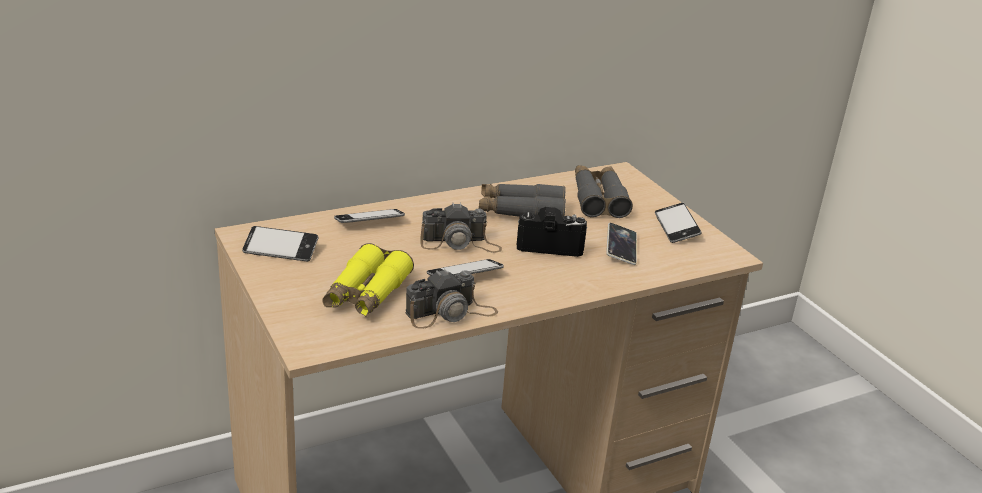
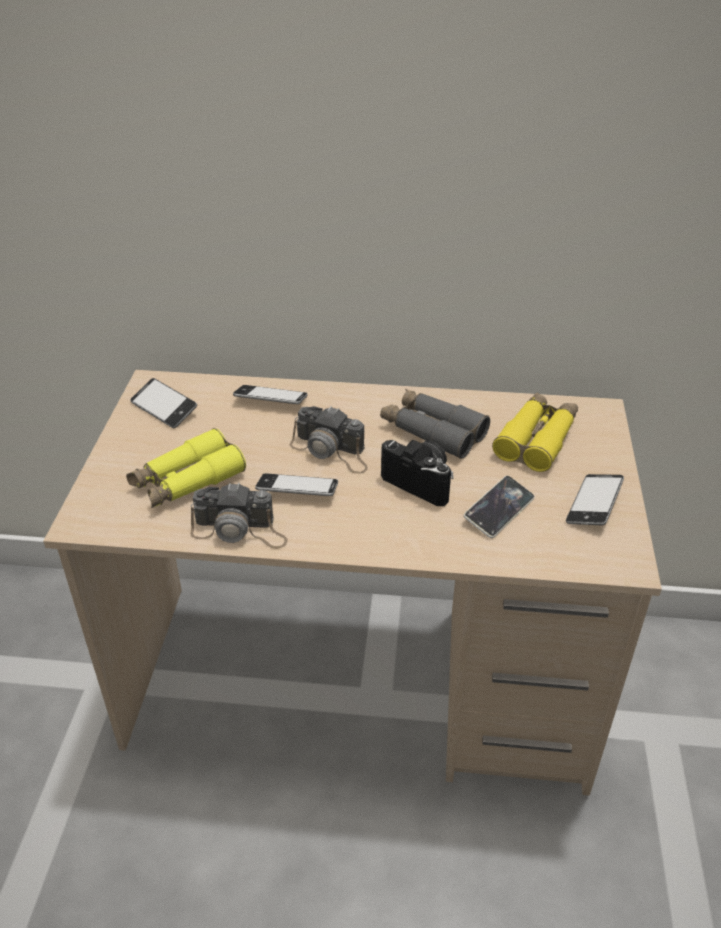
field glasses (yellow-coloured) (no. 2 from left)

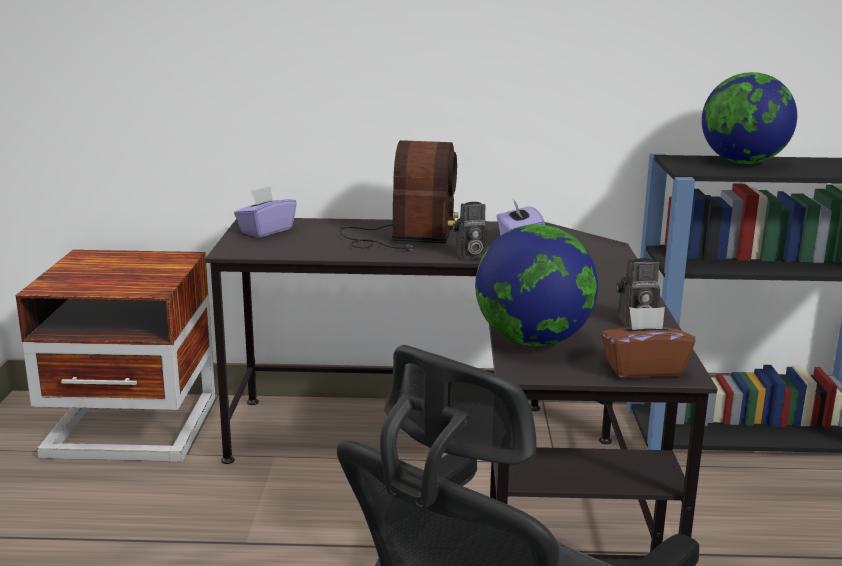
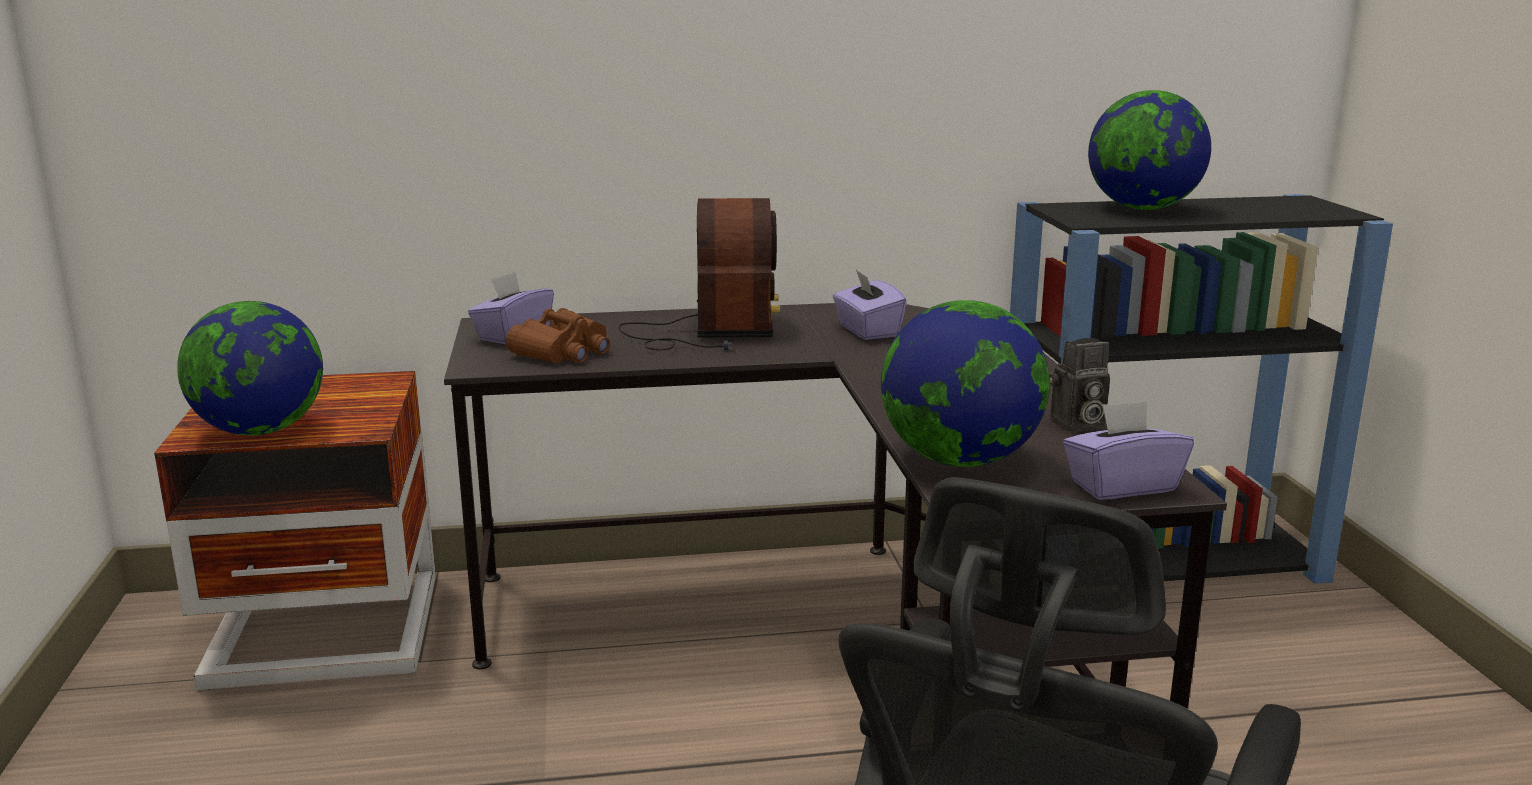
still camera (no. 1 from left in the first image)
globe (no. 1 from left)
field glasses (brown)
tissue holder (purple) (no. 3 from left)

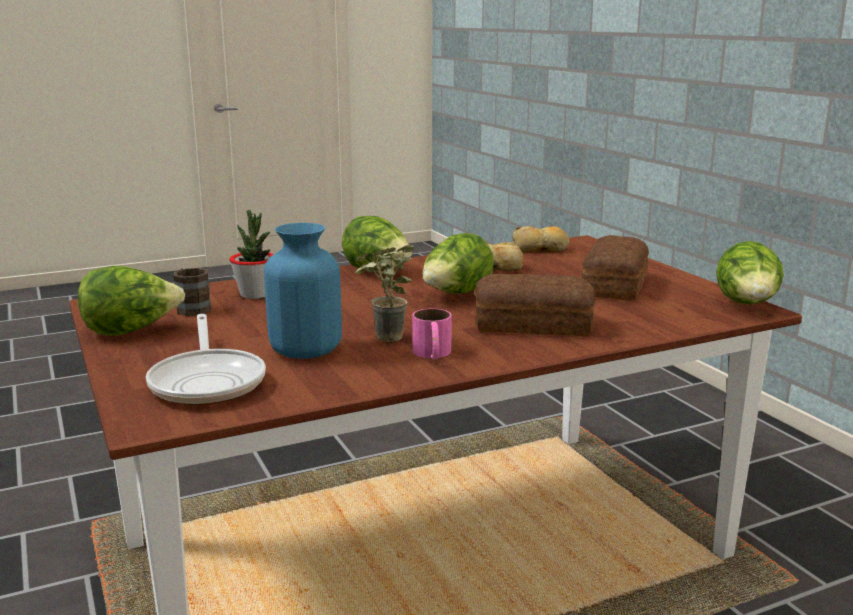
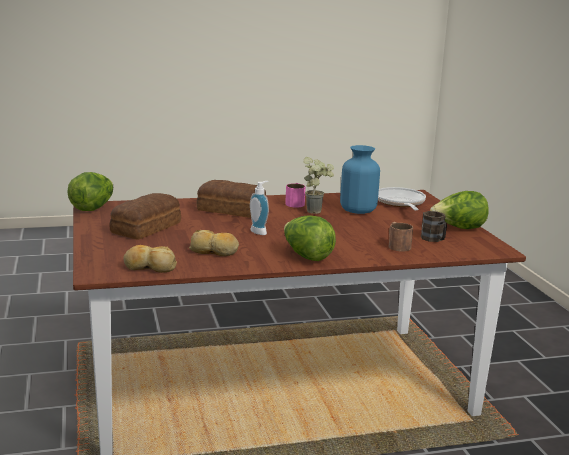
tea mug (brown) (no. 1 from left)
soap dispenser

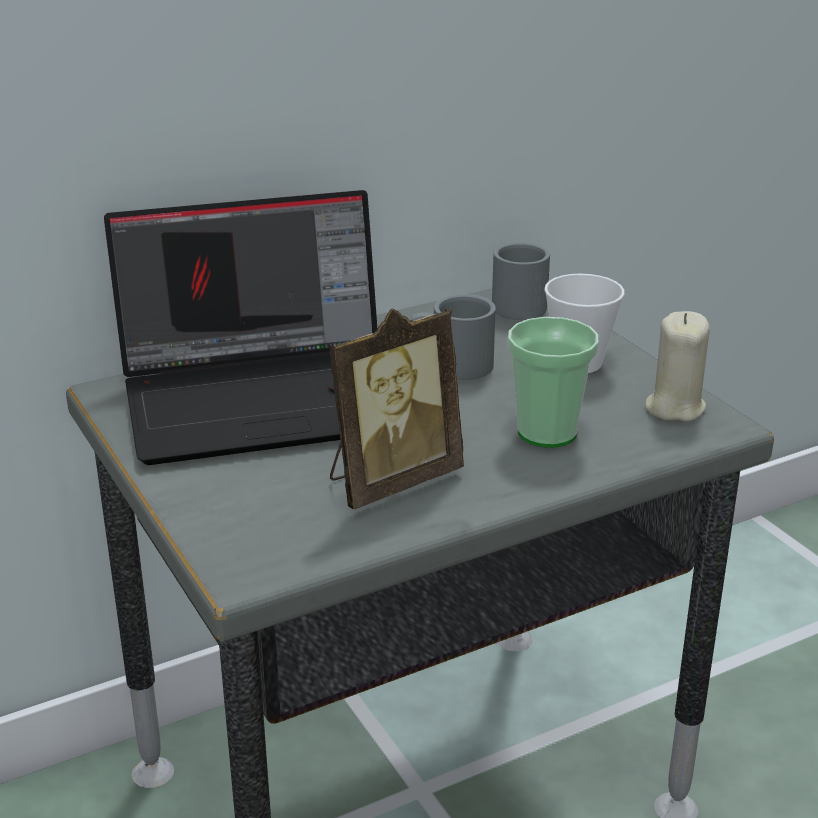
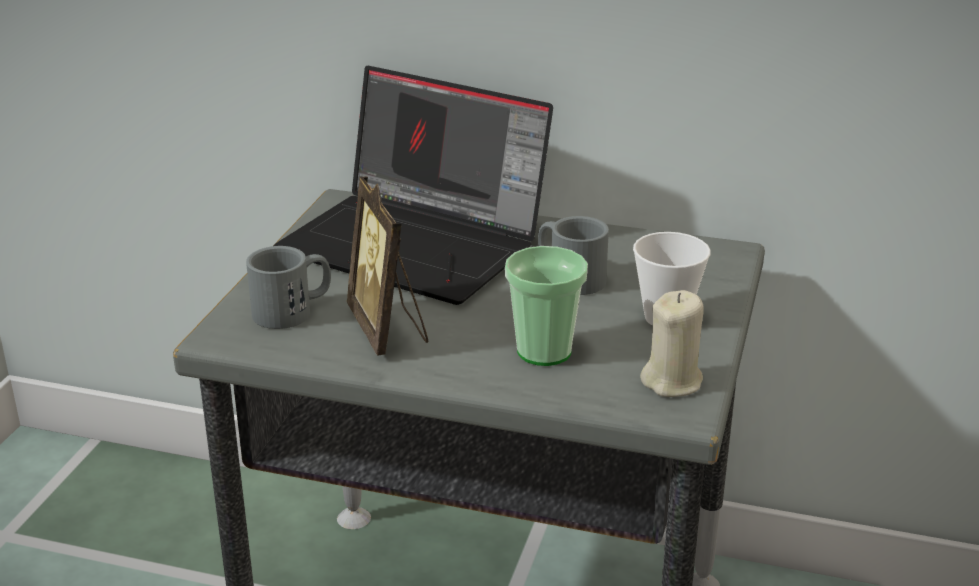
tea mug (greyish) (no. 1 from left)
standing frame

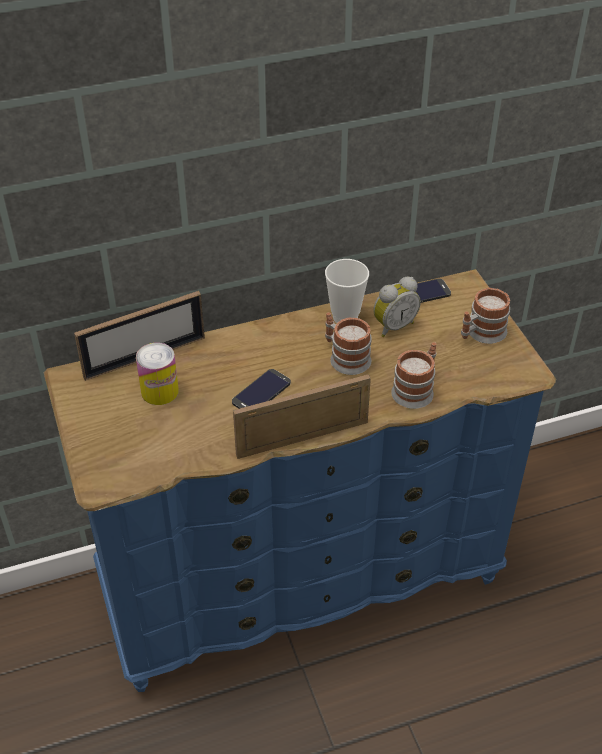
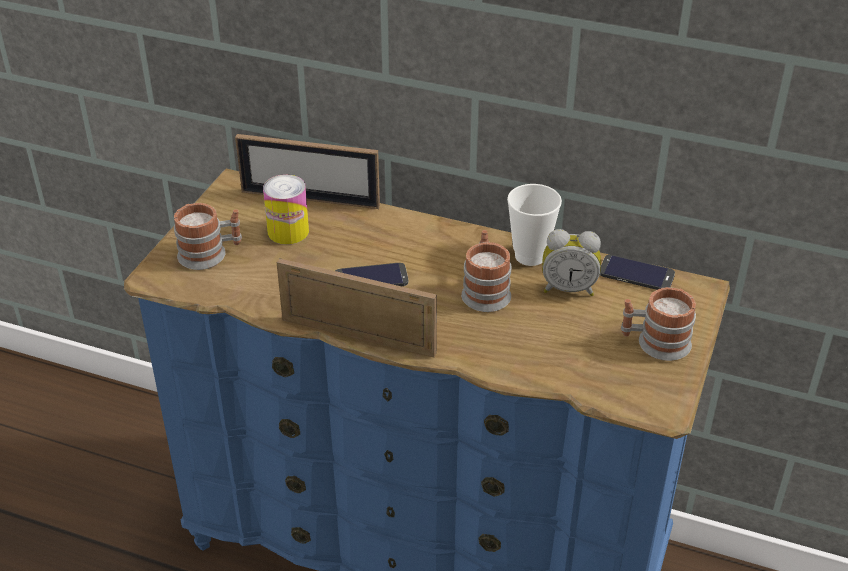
tea mug (no. 1 from left)

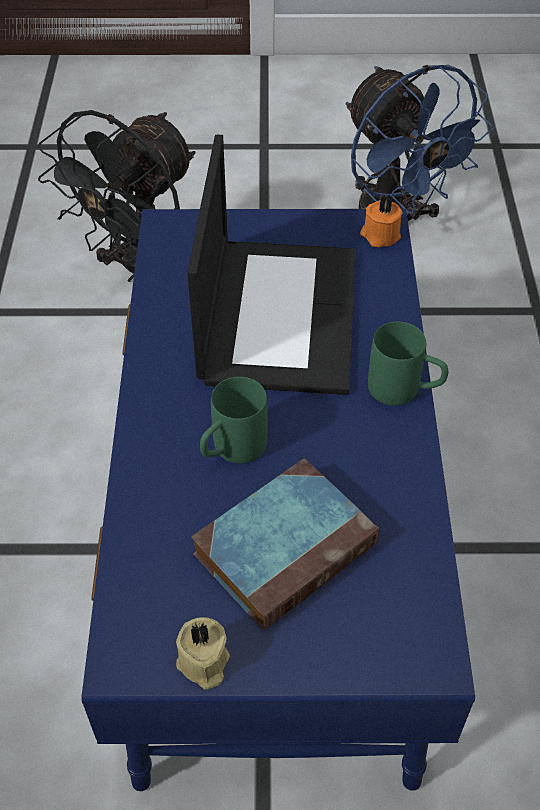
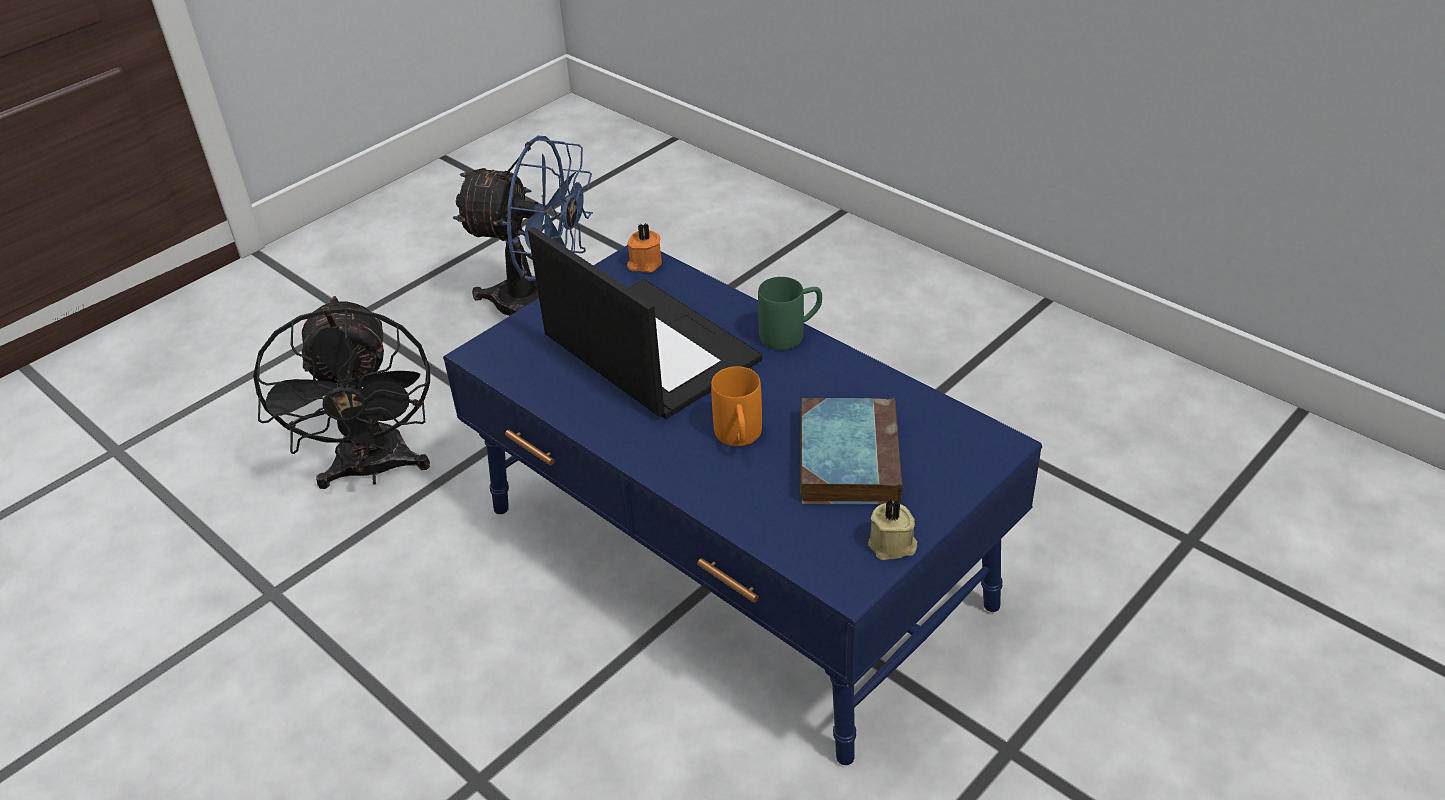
tea mug (orange)

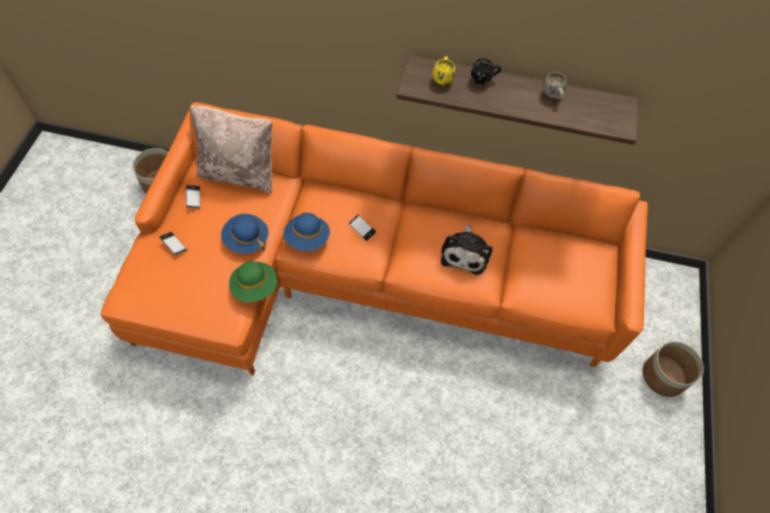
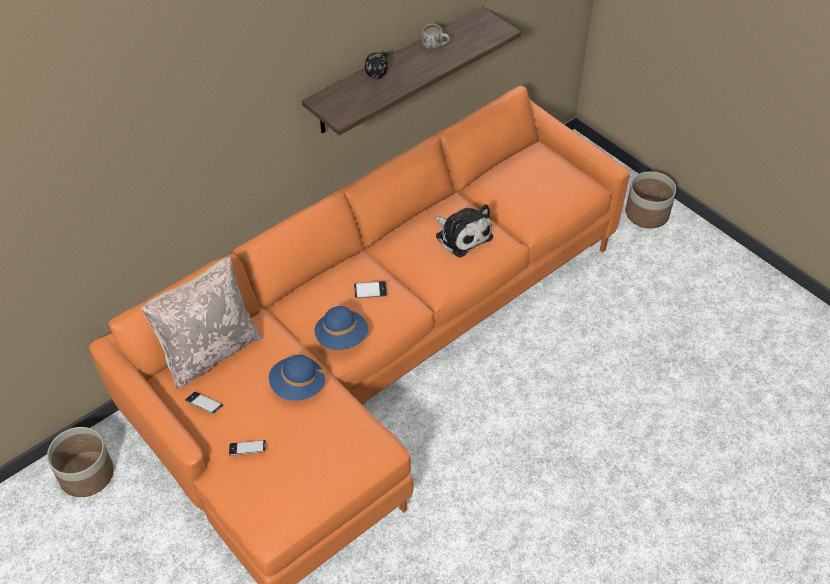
wearable hat (greenish)
tea mug (yellow-coloured)

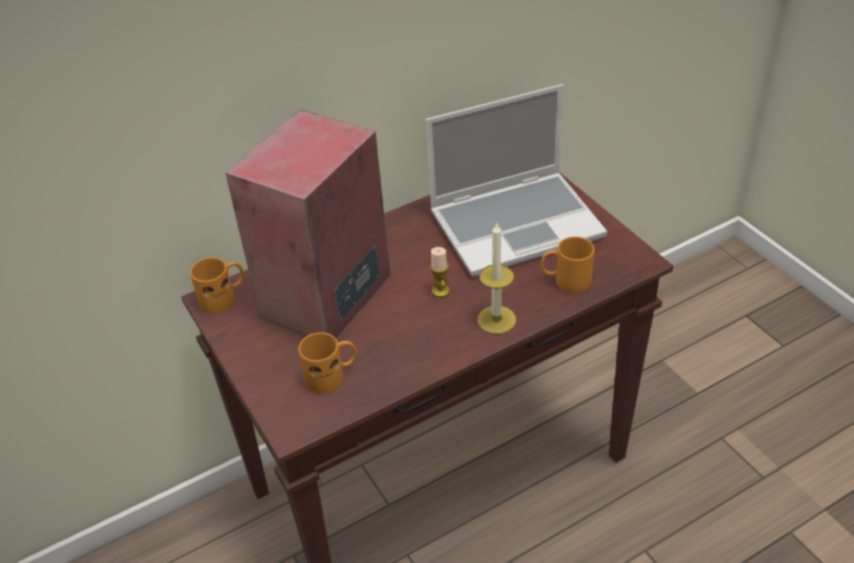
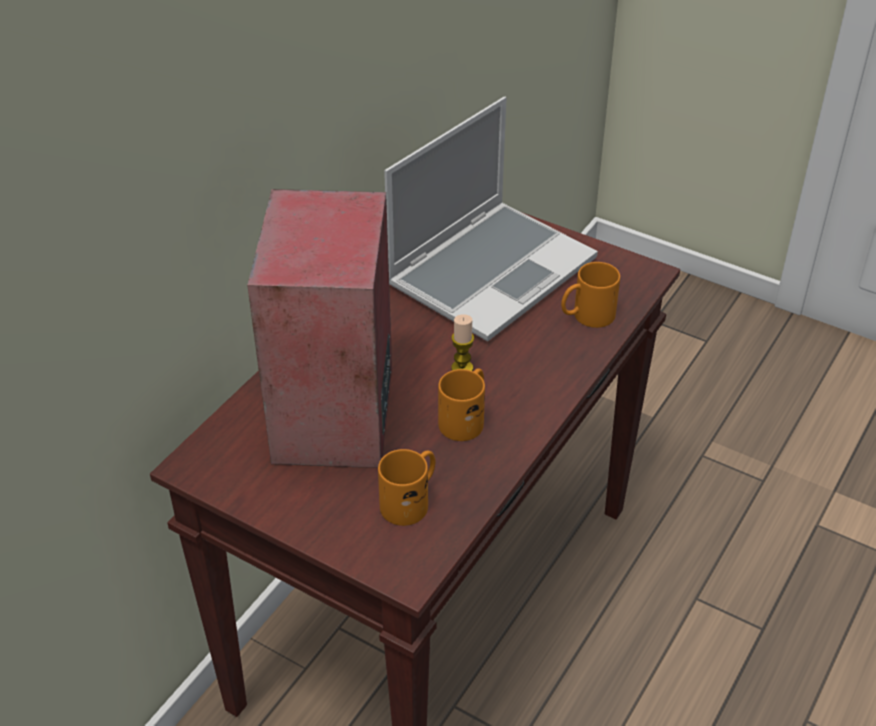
wax candle (no. 2 from left in the first image)
tea mug (orange) (no. 2 from left)

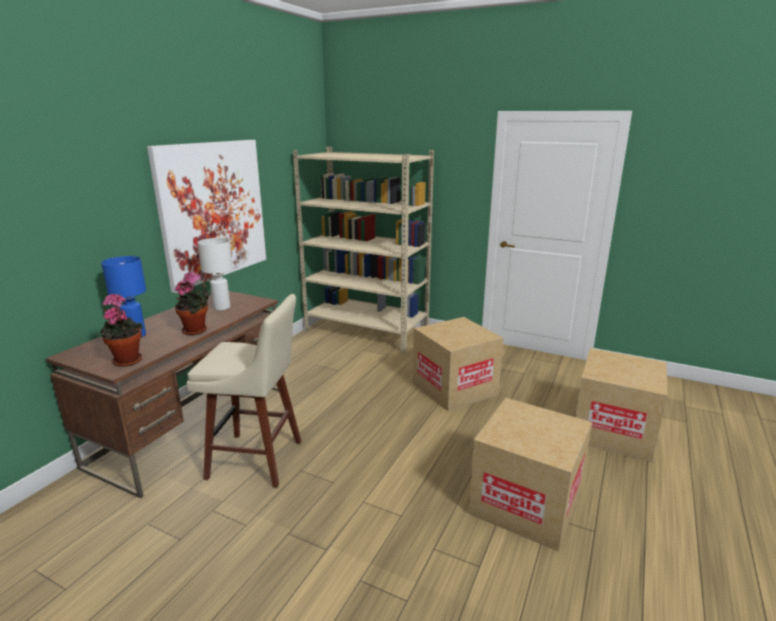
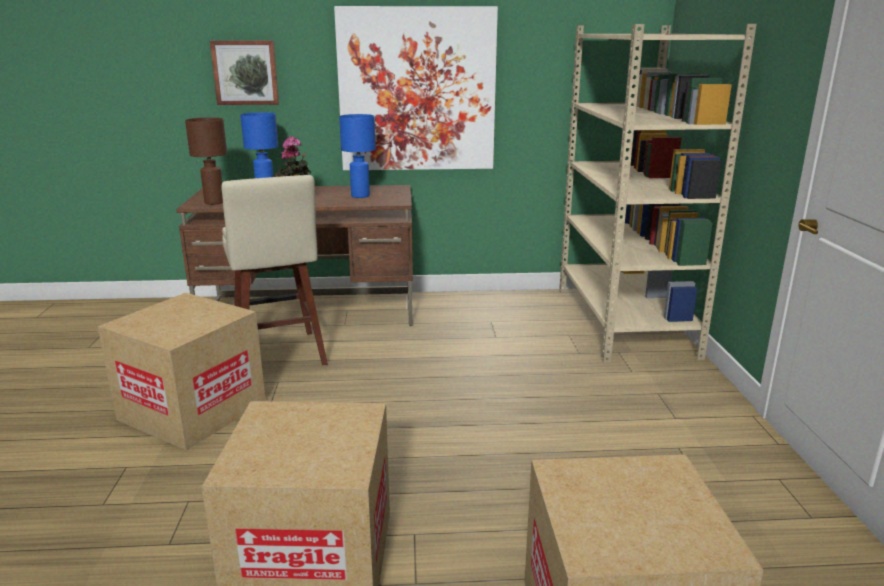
wall picture (no. 1 from left)
packing box (no. 1 from left)
table lamp (brown)
table lamp (blue) (no. 2 from left)

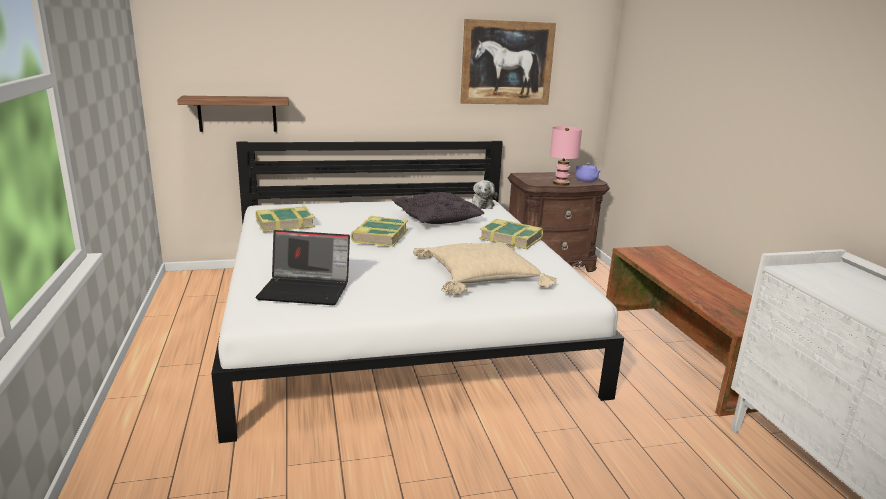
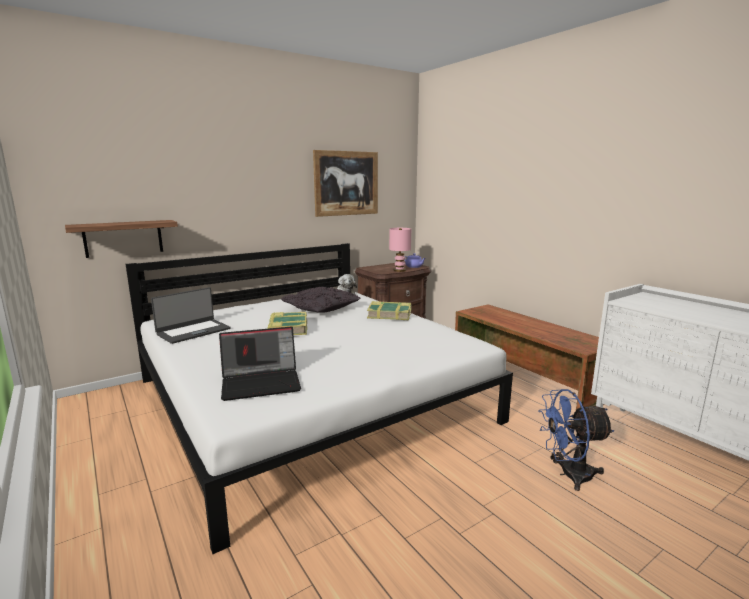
cushion (sand-coloured)
cooling fan (blue)
notebook computer (no. 1 from left)

